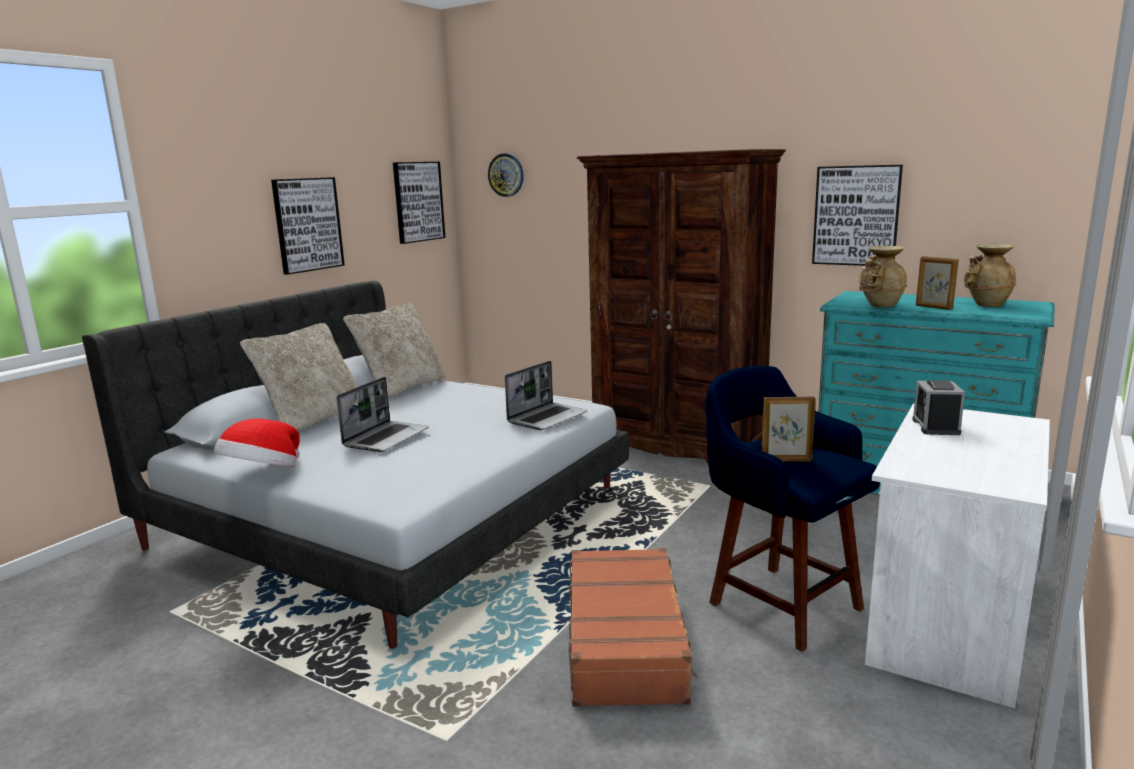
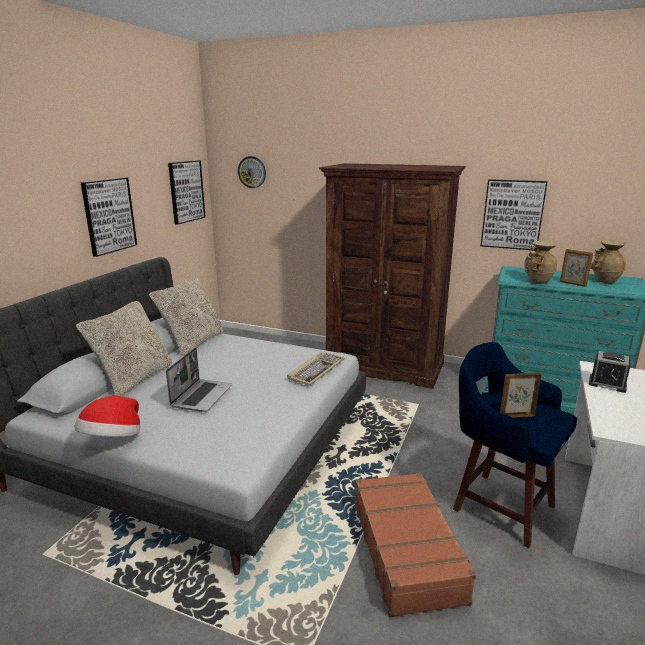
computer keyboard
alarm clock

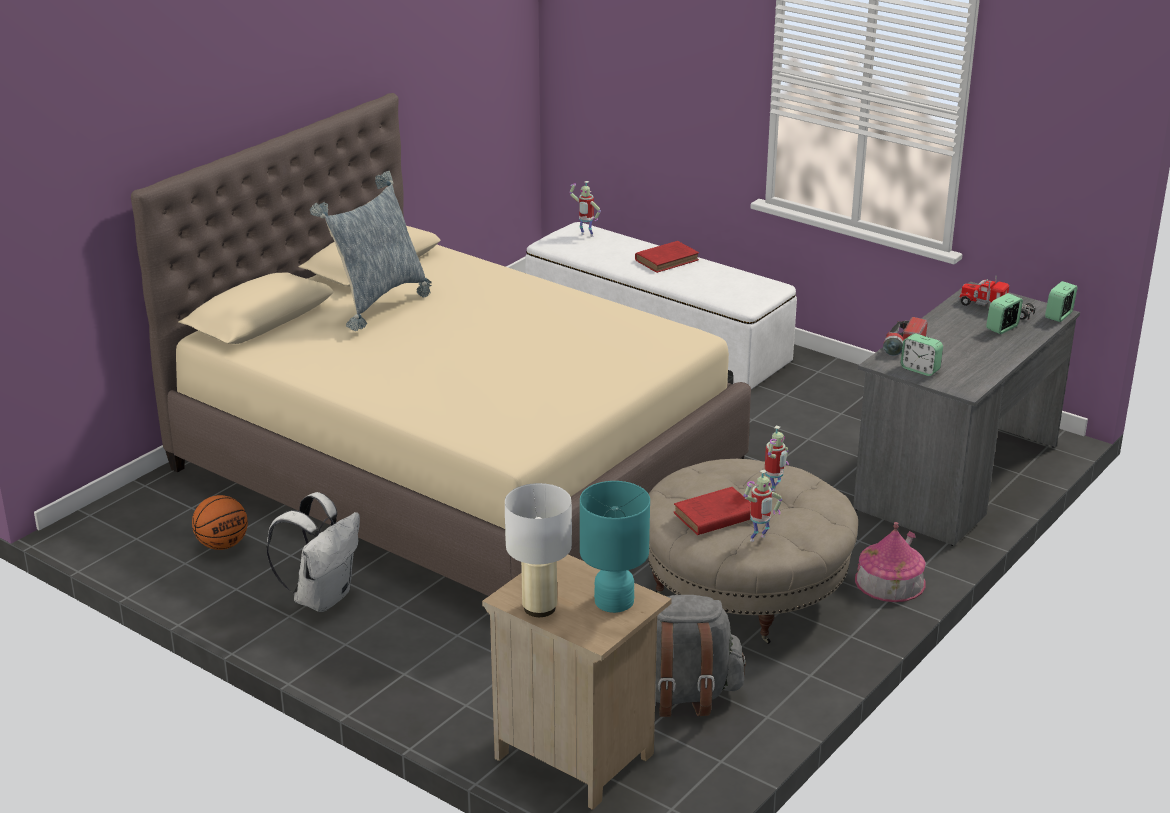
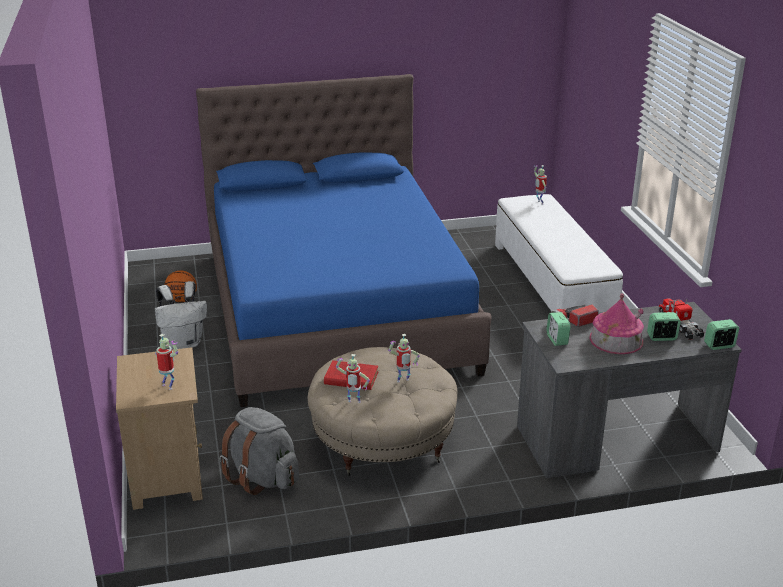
cushion
table lamp (white)
book (red) (no. 1 from left in the first image)
model house
toy robot (no. 1 from left)
bed (blue)

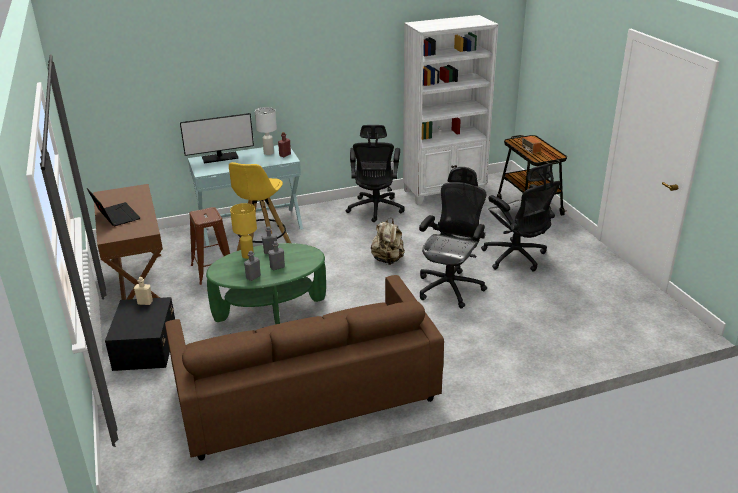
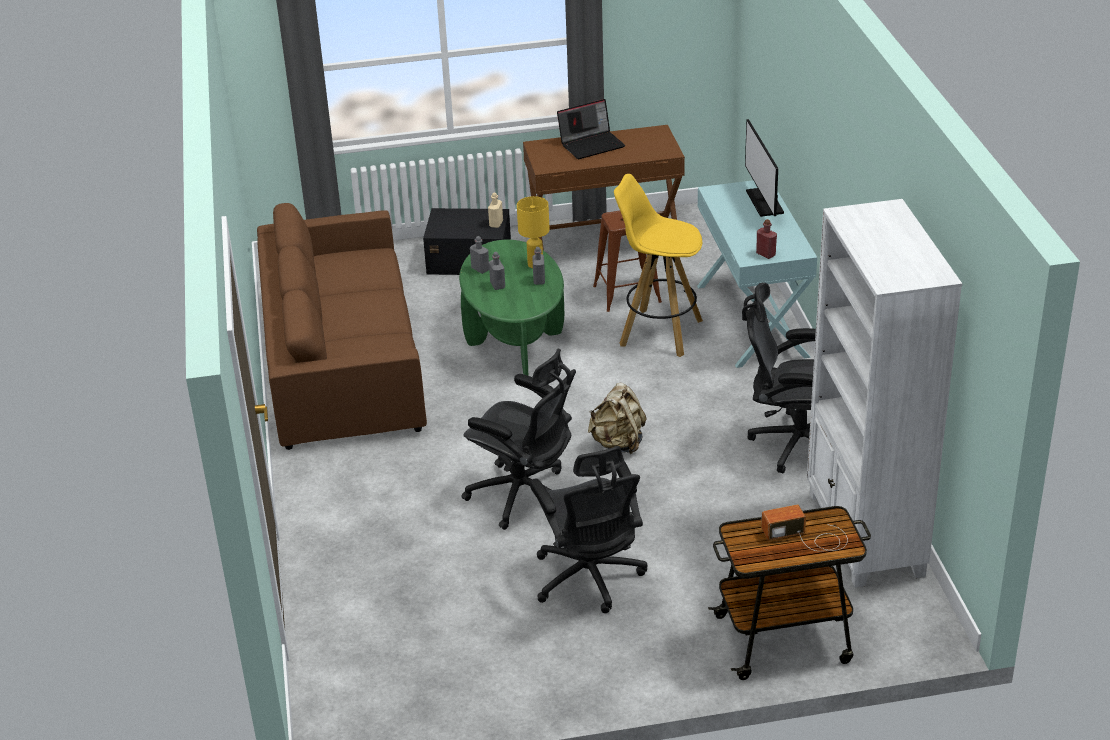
table lamp (white)
office chair (no. 2 from left)

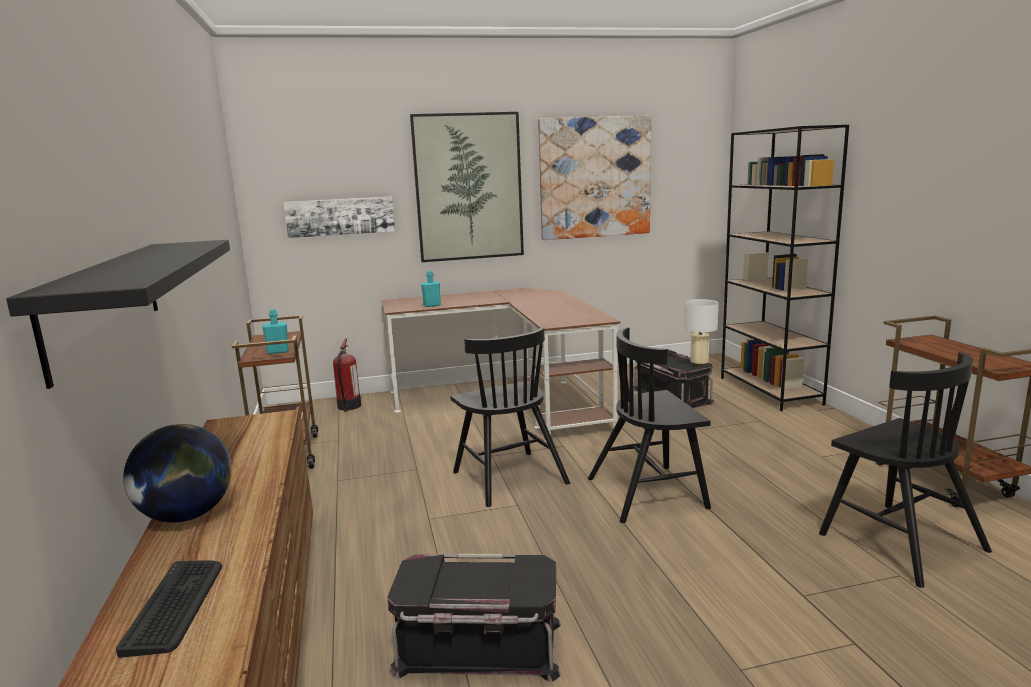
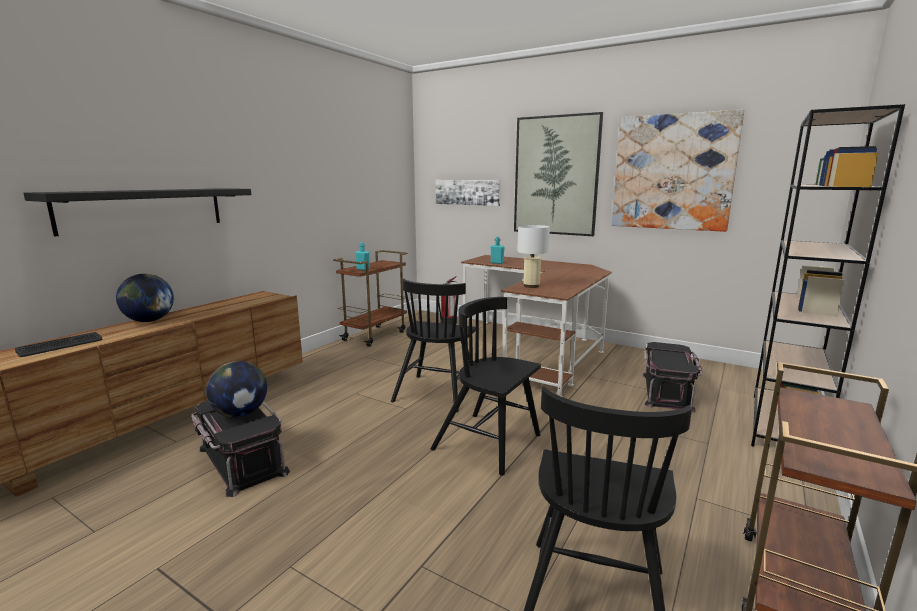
globe (no. 2 from left)
table lamp (white)

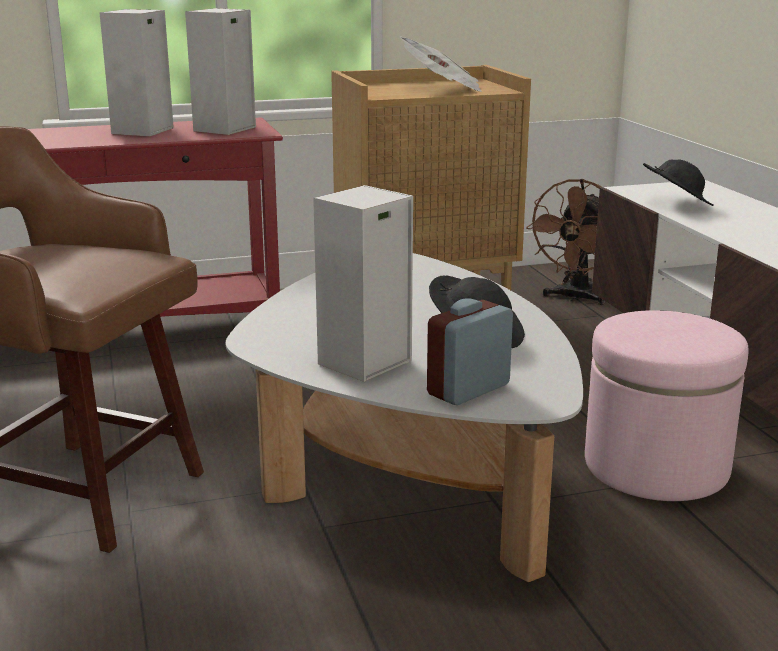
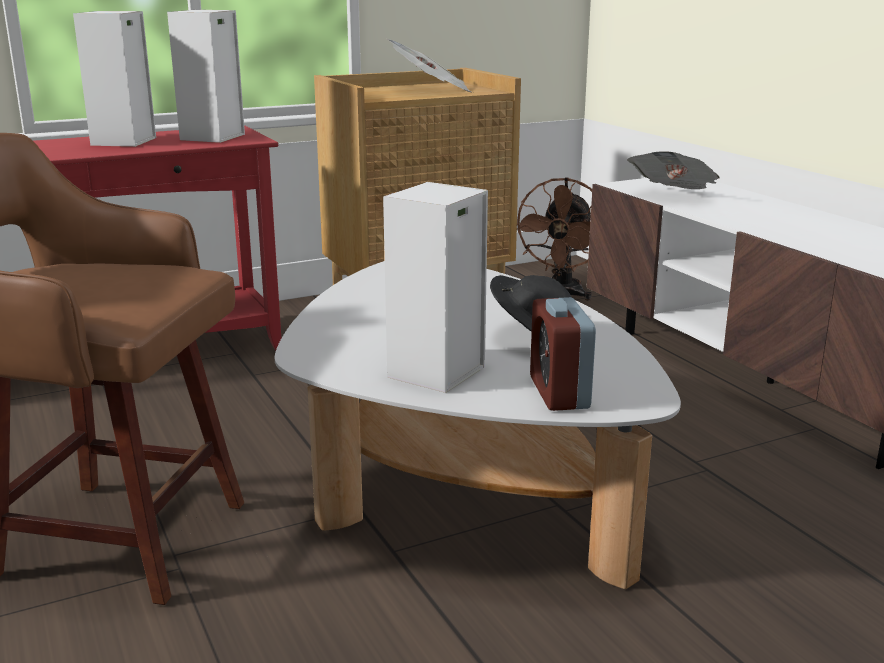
pouffe (pinkish)
printed paper (no. 2 from left)
alarm clock

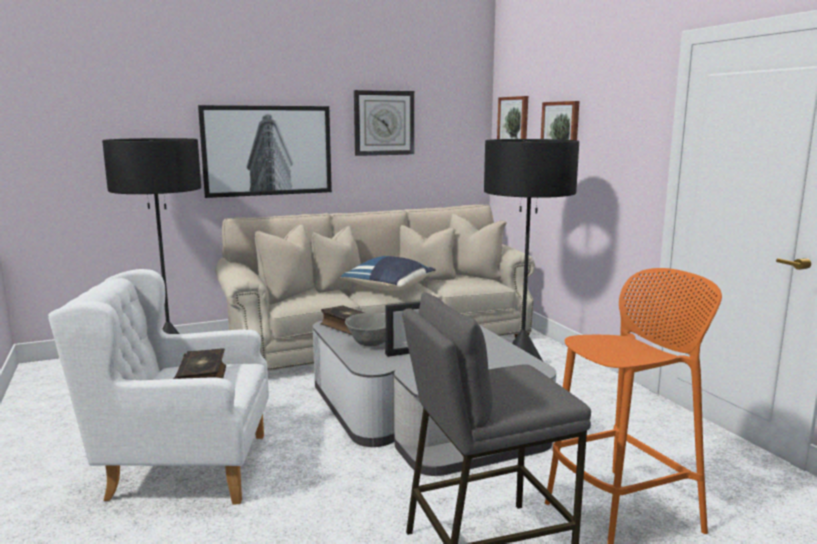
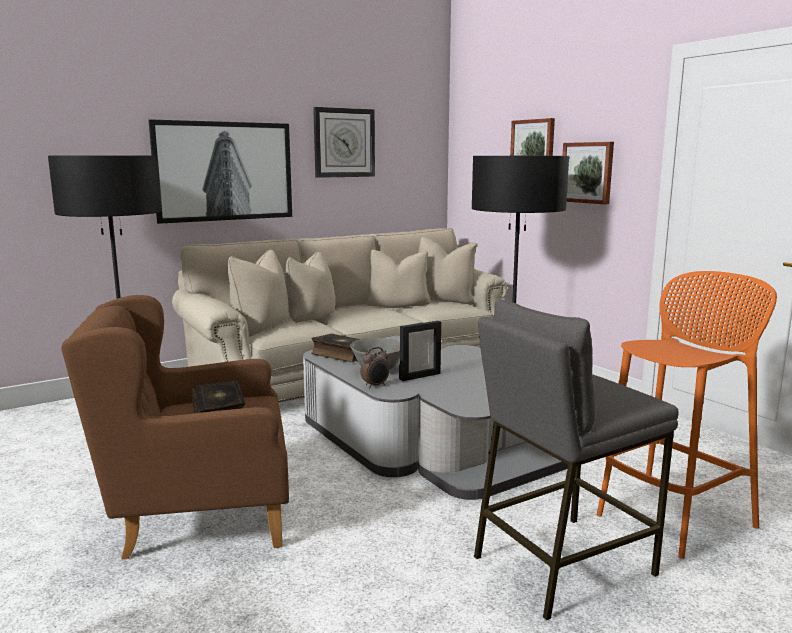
cushion (blue)
alarm clock
wall picture (no. 3 from left)
easy chair (brown)

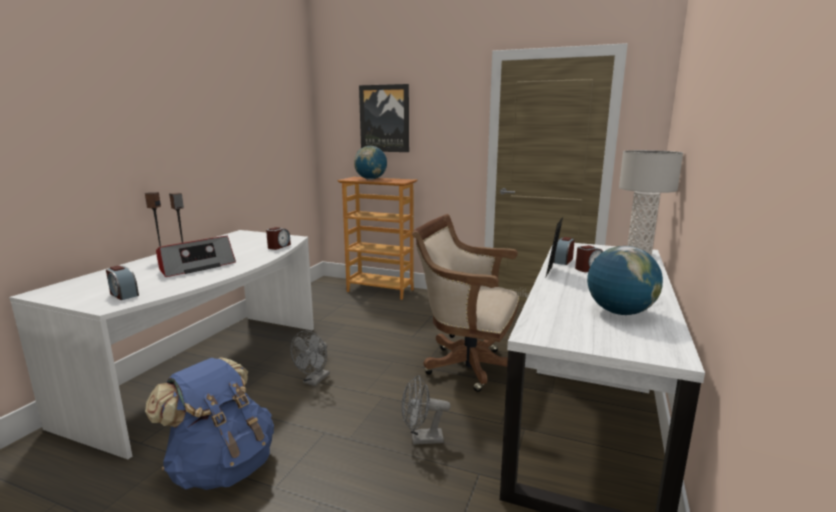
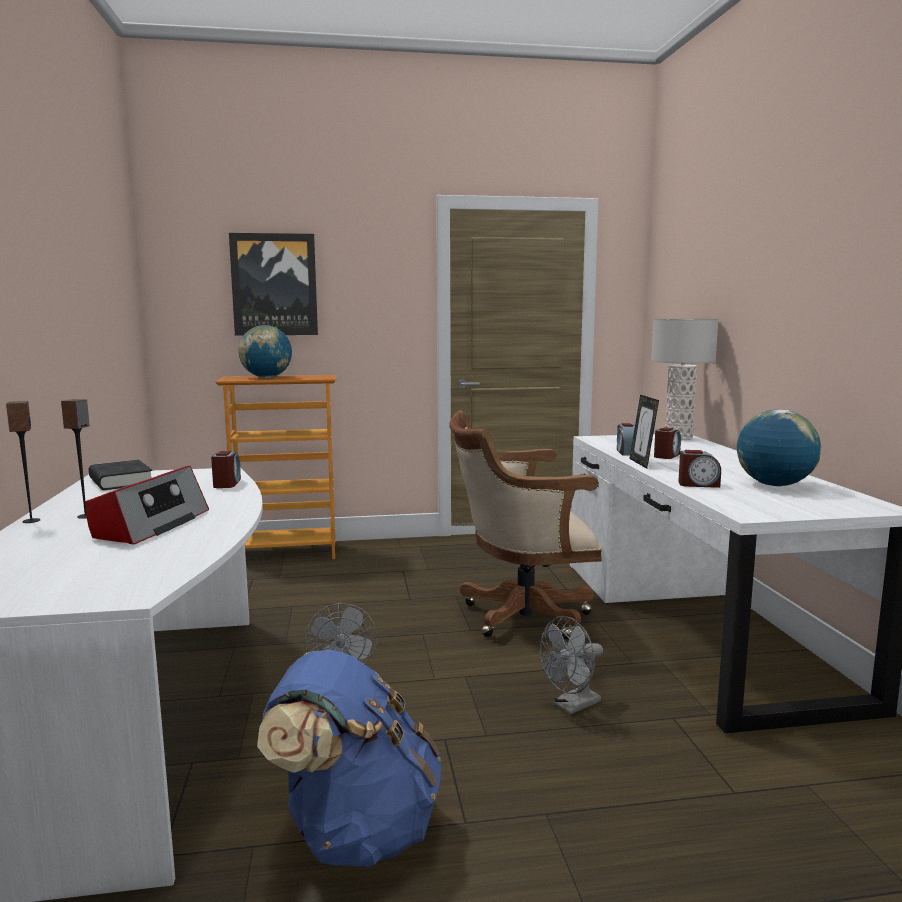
book (black)
alarm clock (no. 4 from left)

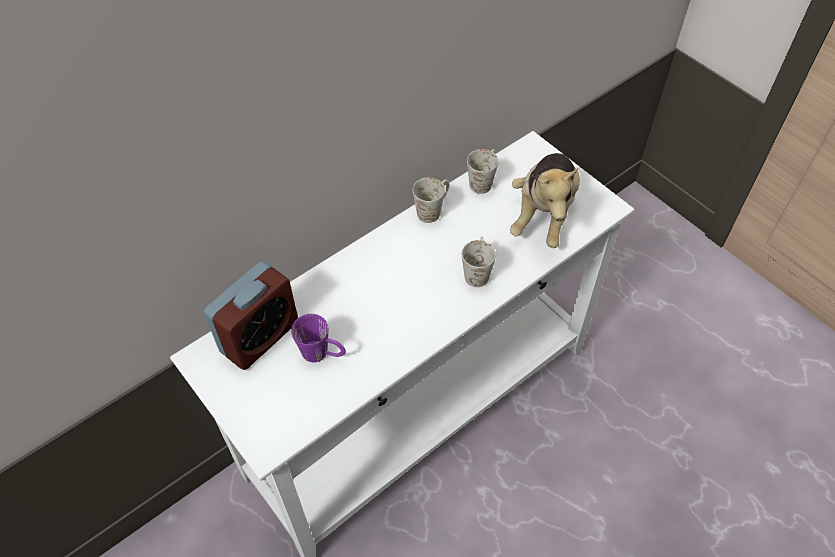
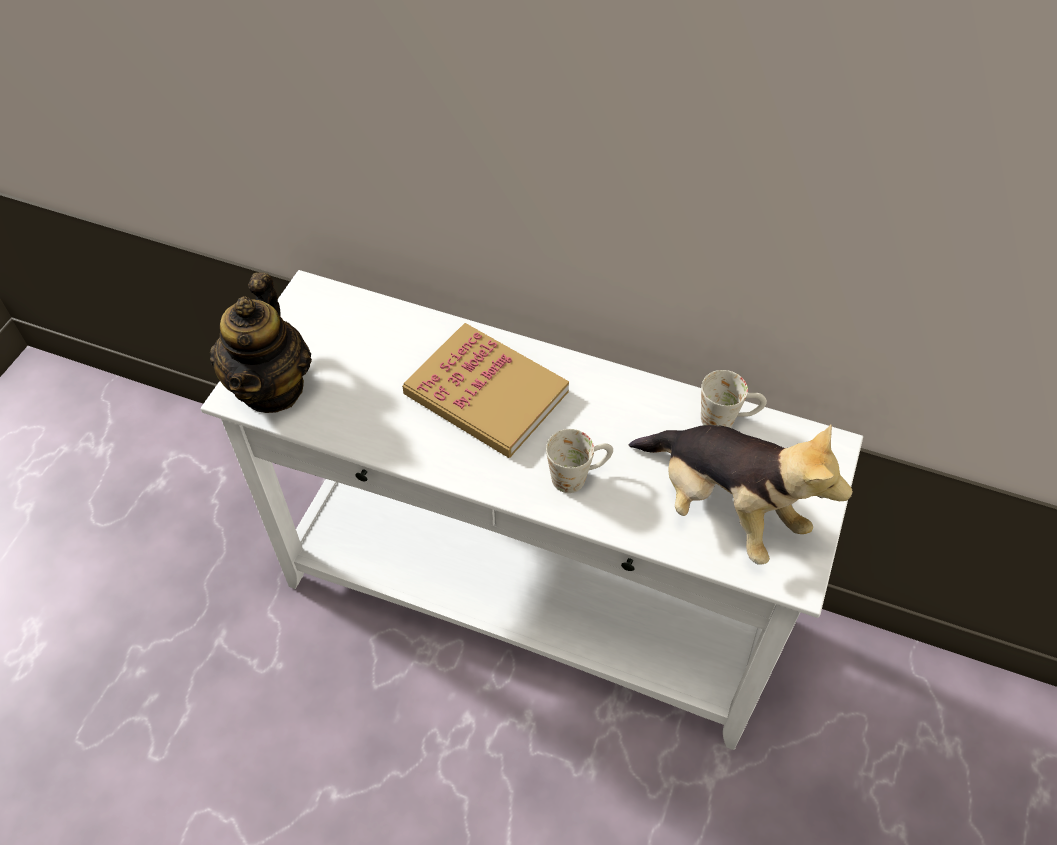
alarm clock
tea mug (purple)
tea mug (white) (no. 1 from left in the first image)
tea pot
book
plush toy

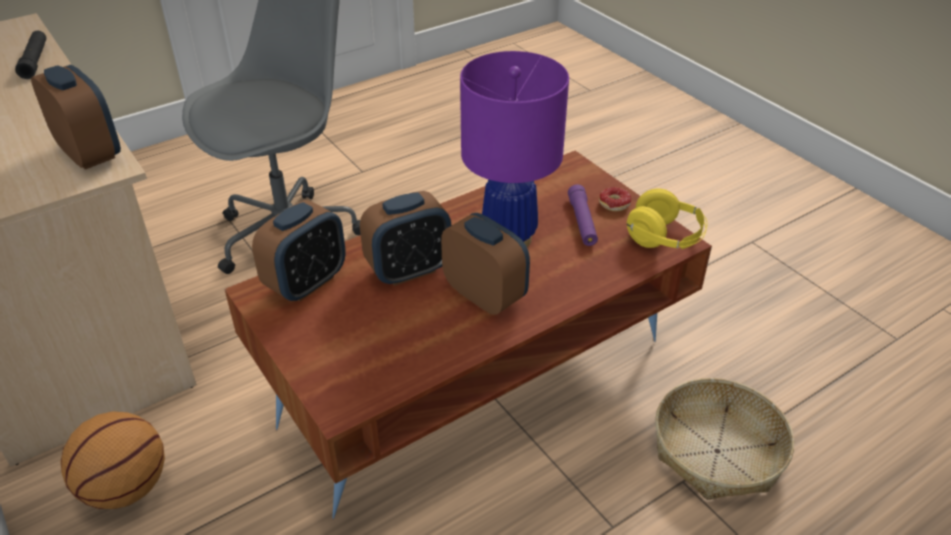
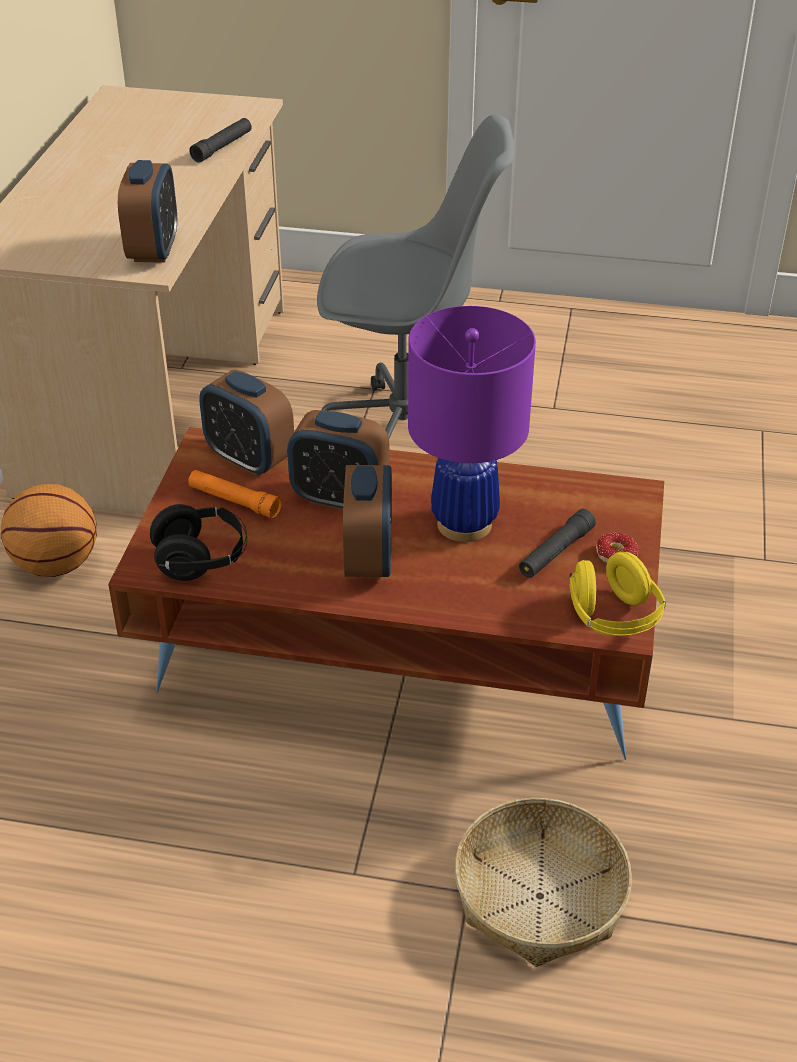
headphones (black)
flashlight (orange)
flashlight (black) (no. 2 from left)
alarm clock (no. 2 from left)

